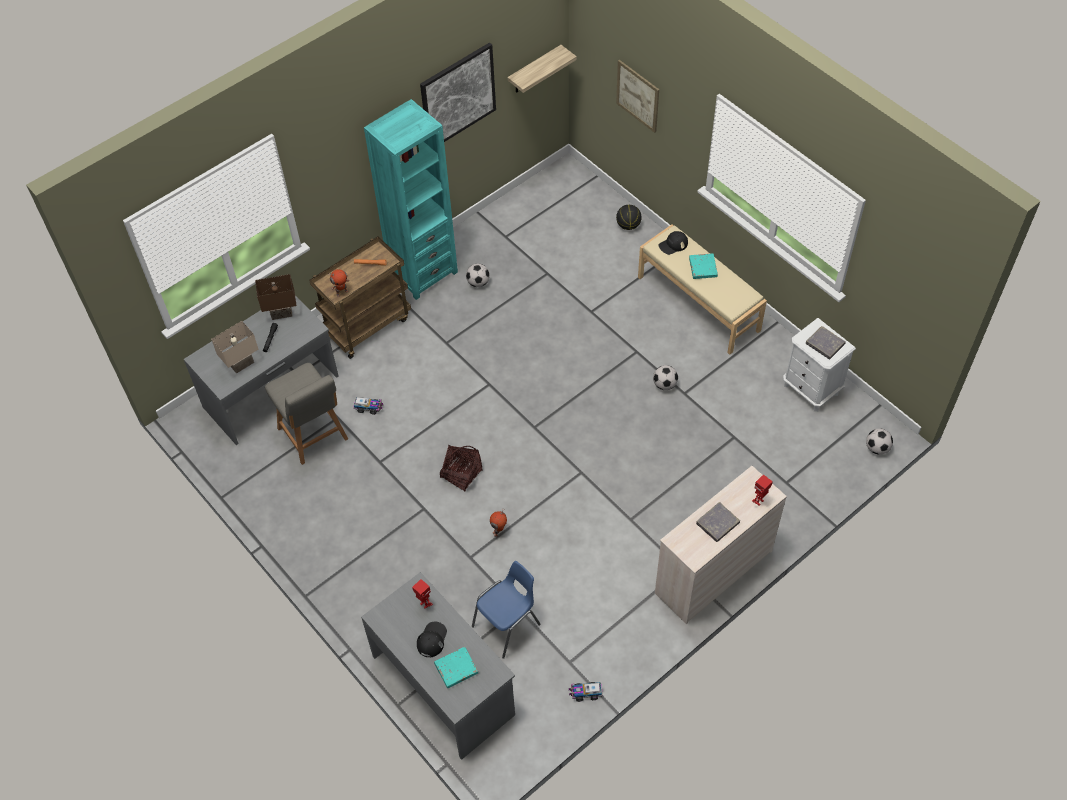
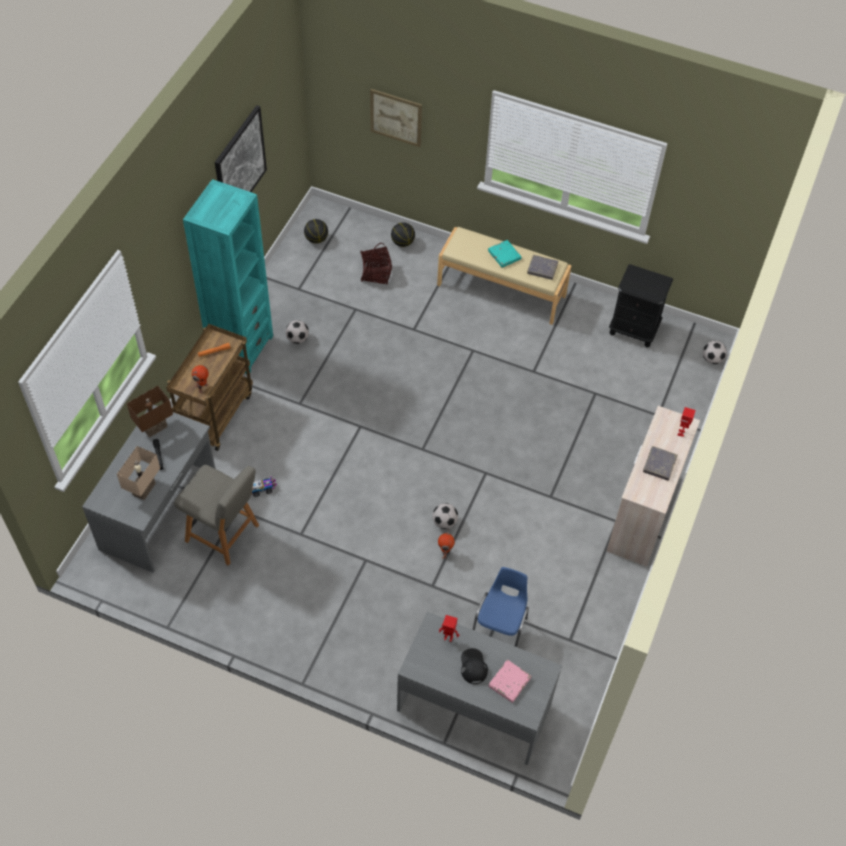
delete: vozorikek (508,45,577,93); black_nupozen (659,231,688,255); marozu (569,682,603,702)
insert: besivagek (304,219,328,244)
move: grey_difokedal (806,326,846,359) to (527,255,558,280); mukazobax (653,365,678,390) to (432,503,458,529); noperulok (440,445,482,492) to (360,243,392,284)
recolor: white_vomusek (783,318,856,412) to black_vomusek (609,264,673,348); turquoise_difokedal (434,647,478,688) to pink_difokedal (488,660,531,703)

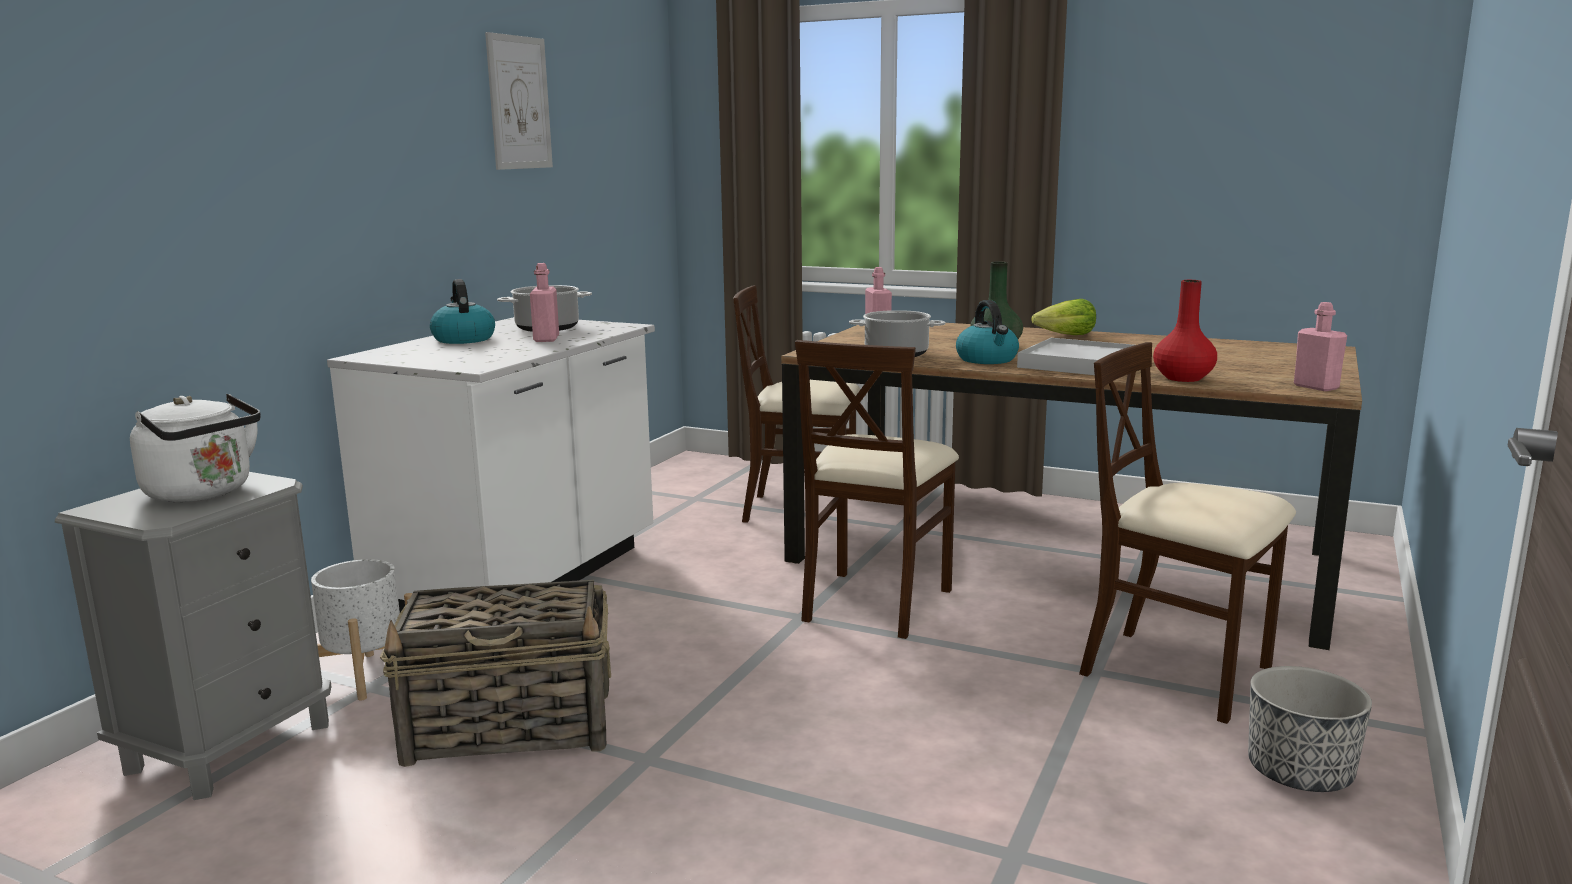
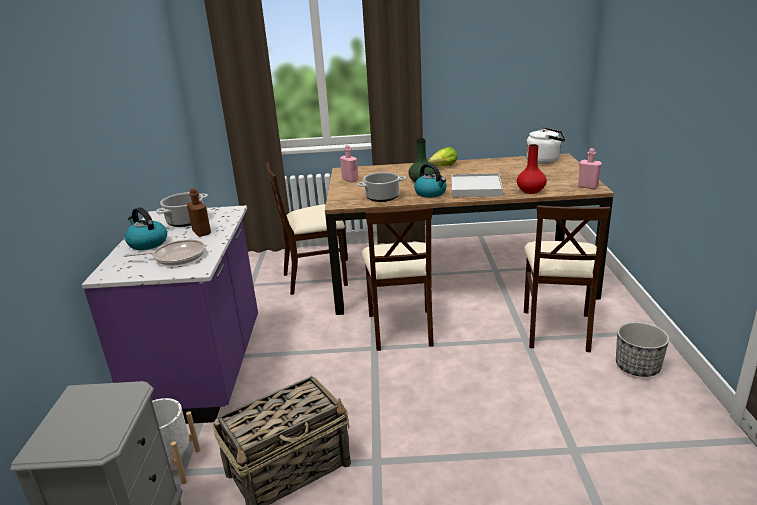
delete: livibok (485,32,553,170)
insert: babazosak (124,240,205,266)
move: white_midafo (130,394,261,502) to (526,127,566,164)
recolor: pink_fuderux (530,263,559,342) to brown_fuderux (187,188,211,237); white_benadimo (327,317,655,612) to purple_benadimo (82,205,258,424)
rotate: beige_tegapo (1079,342,1296,724) = (524,205,610,352) 90 degrees counterclockwise

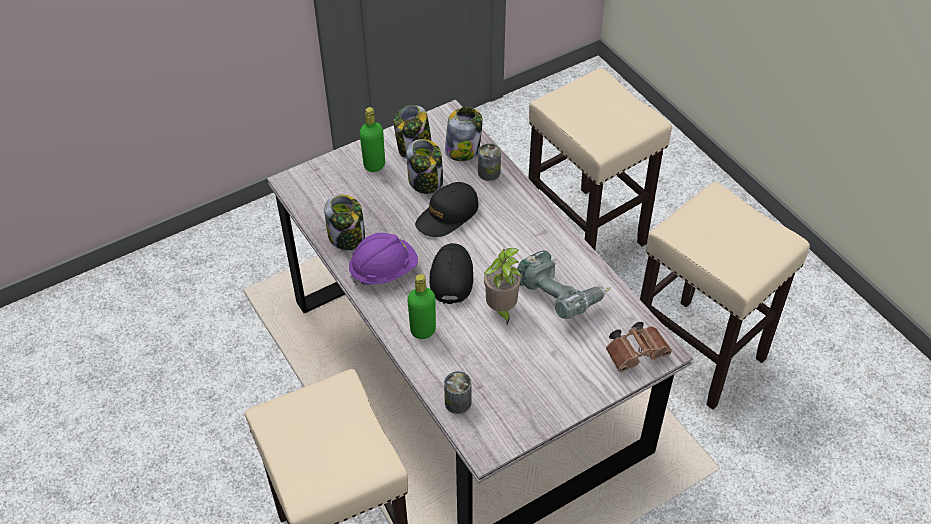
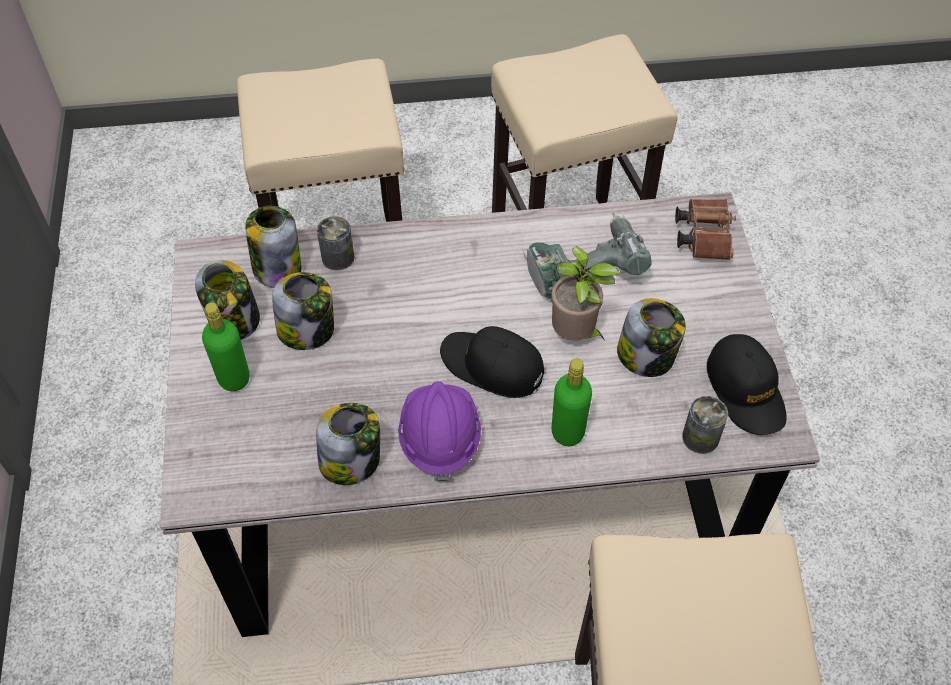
insert: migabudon (617,298,686,377)
move: black_nupozen (415,182,479,237) to (707,334,787,435)

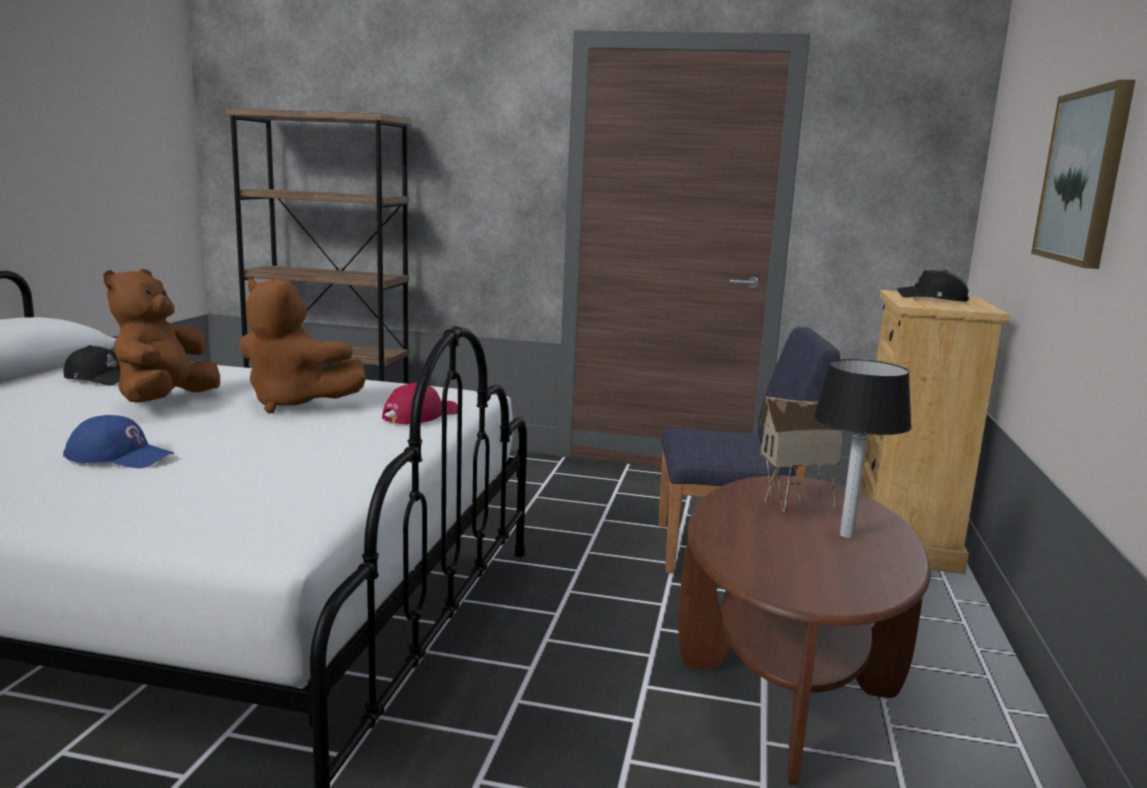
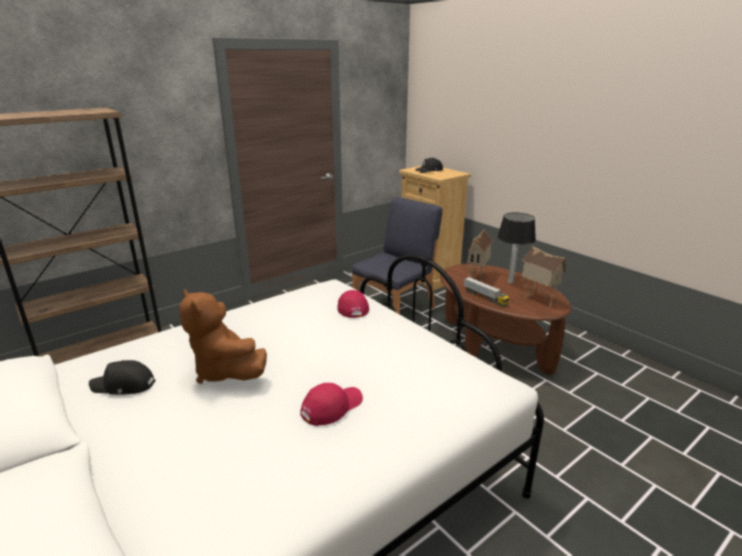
delete: livibok (1031,80,1136,269); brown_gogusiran (239,278,366,414)
insert: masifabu (522,246,566,308); marozu (464,277,509,307)
recolor: blue_nupozen (63,415,174,468) to red_nupozen (300,383,363,426)
rotate: black_nupozen (64,345,121,386) = (89,360,155,395) 150 degrees counterclockwise

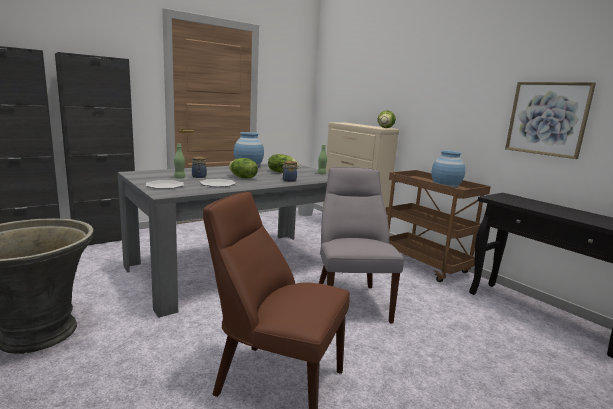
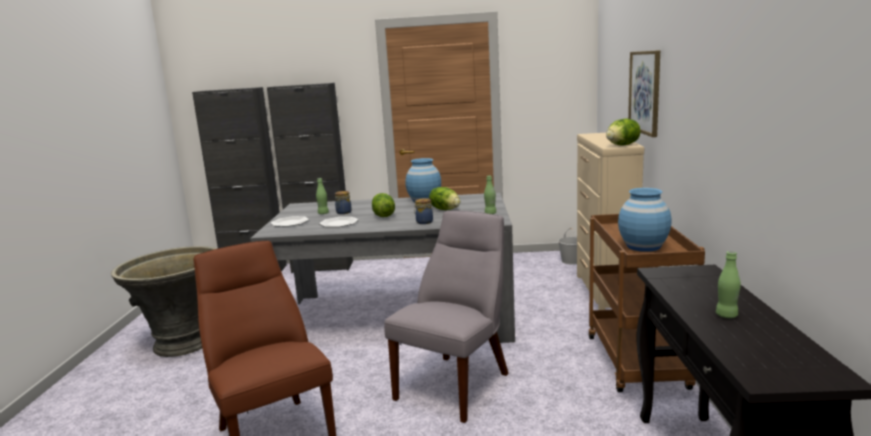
insert: green_fuderux (716,251,741,318)
move: livibok (505,82,596,159) to (628,50,660,137)

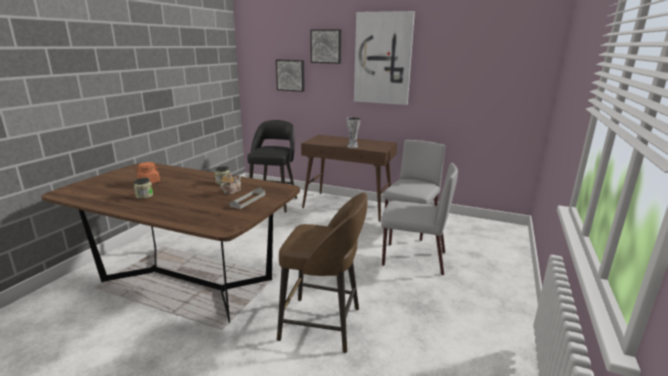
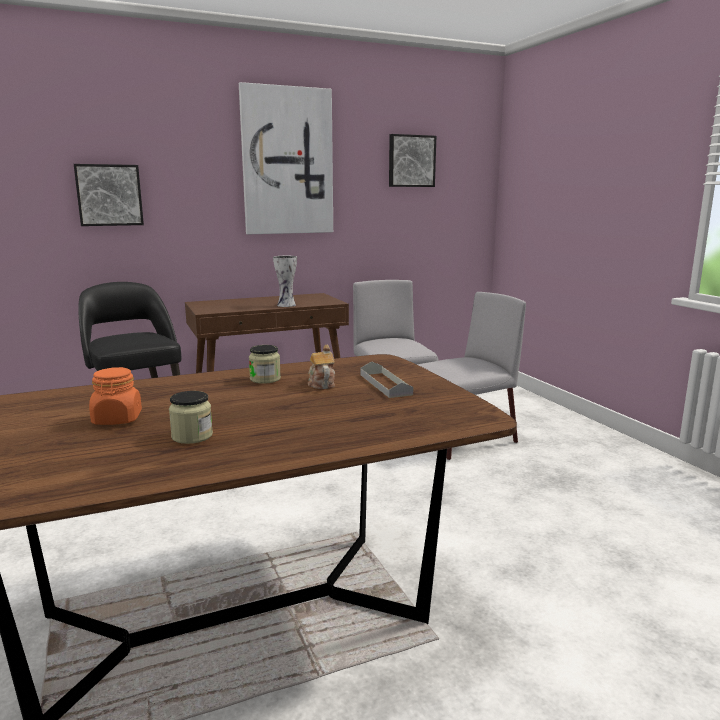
delete: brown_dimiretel (277,193,368,353)
move: livibok (310,29,341,64) to (389,134,436,187)

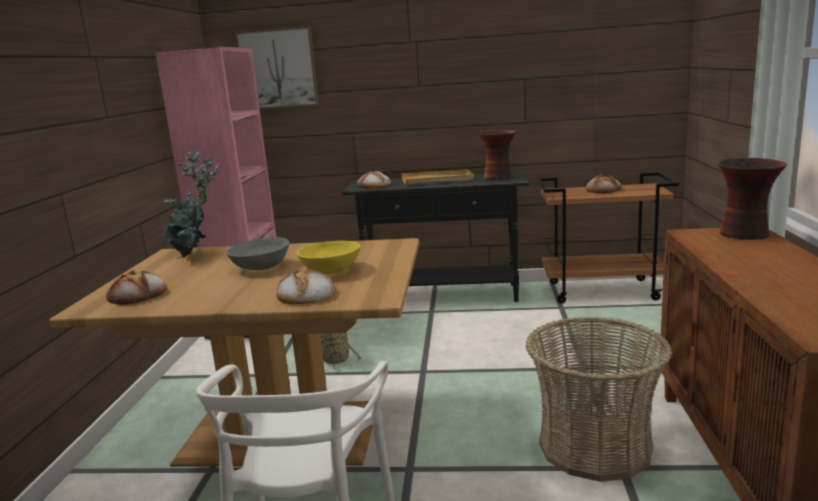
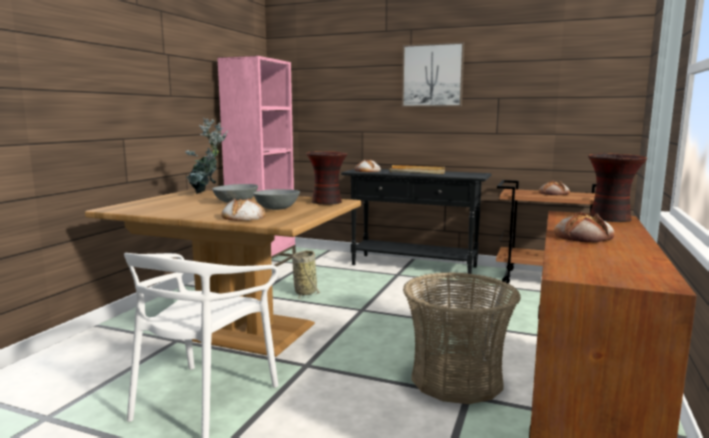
move: livibok (235,26,319,109) to (402,42,464,107); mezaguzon (478,130,516,179) to (306,151,347,205); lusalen (106,270,167,305) to (554,212,615,242)
recolor: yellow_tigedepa (297,241,360,274) to grey_tigedepa (253,189,300,210)

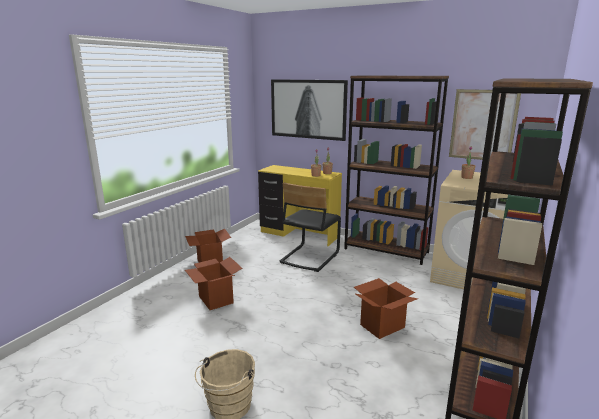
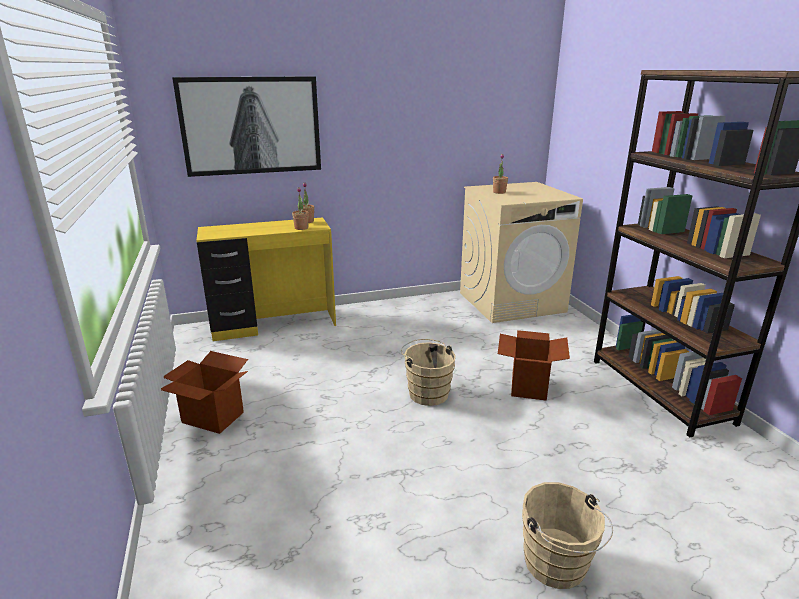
delete: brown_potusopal (344,75,449,265); livibok (449,89,521,160); black_tegapo (279,183,341,272); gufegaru (185,257,243,310)
insert: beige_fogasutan (401,339,456,406)

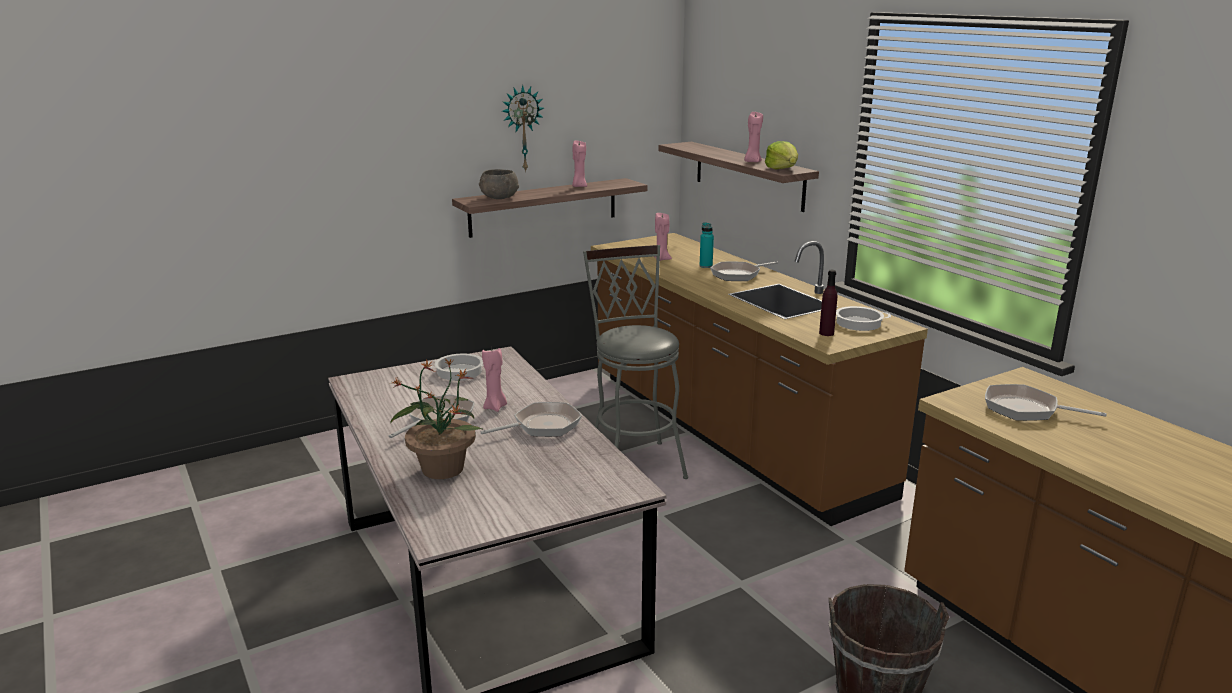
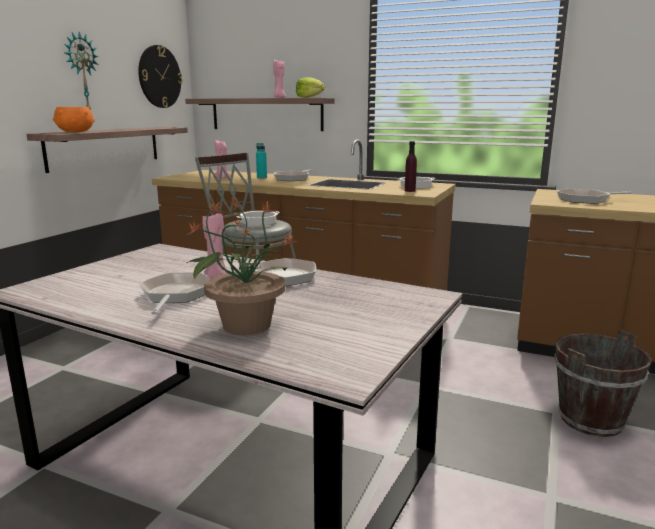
delete: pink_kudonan (572,141,587,187)
insert: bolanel (138,45,183,108)
move: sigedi (428,354,484,381) to (236,211,280,226)
recolor: grey_tigedepa (479,169,519,199) to orange_tigedepa (53,107,95,132)

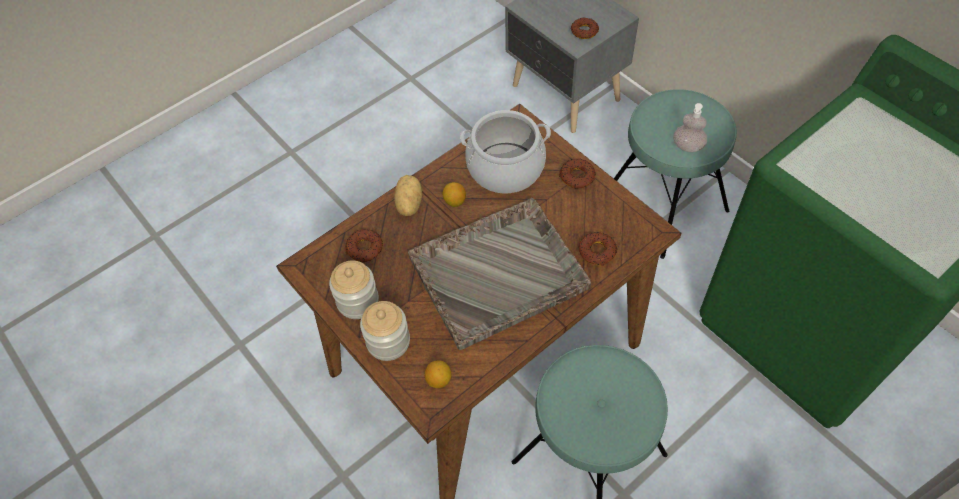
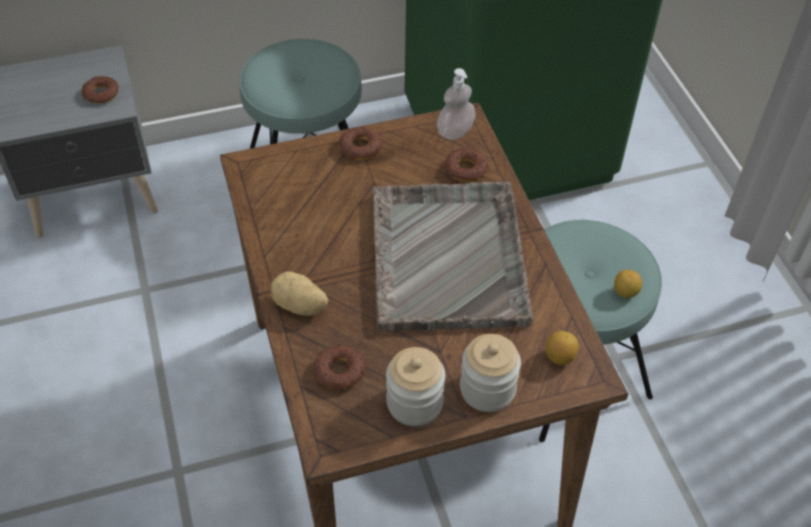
delete: sigedi (460,110,551,193)
move: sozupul (673,103,707,152) to (437,68,476,140); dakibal (442,182,466,207) to (614,270,642,298)

